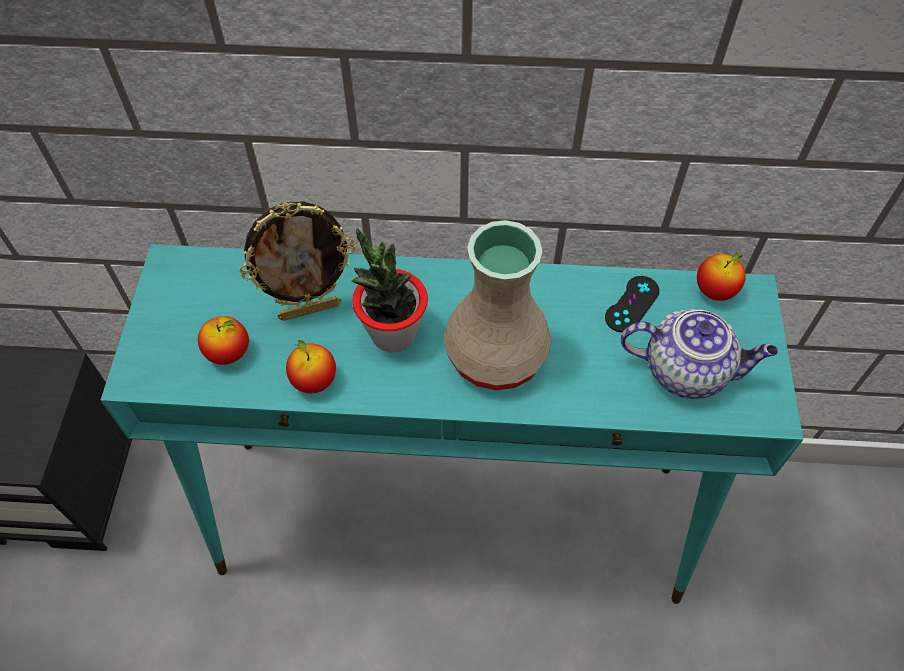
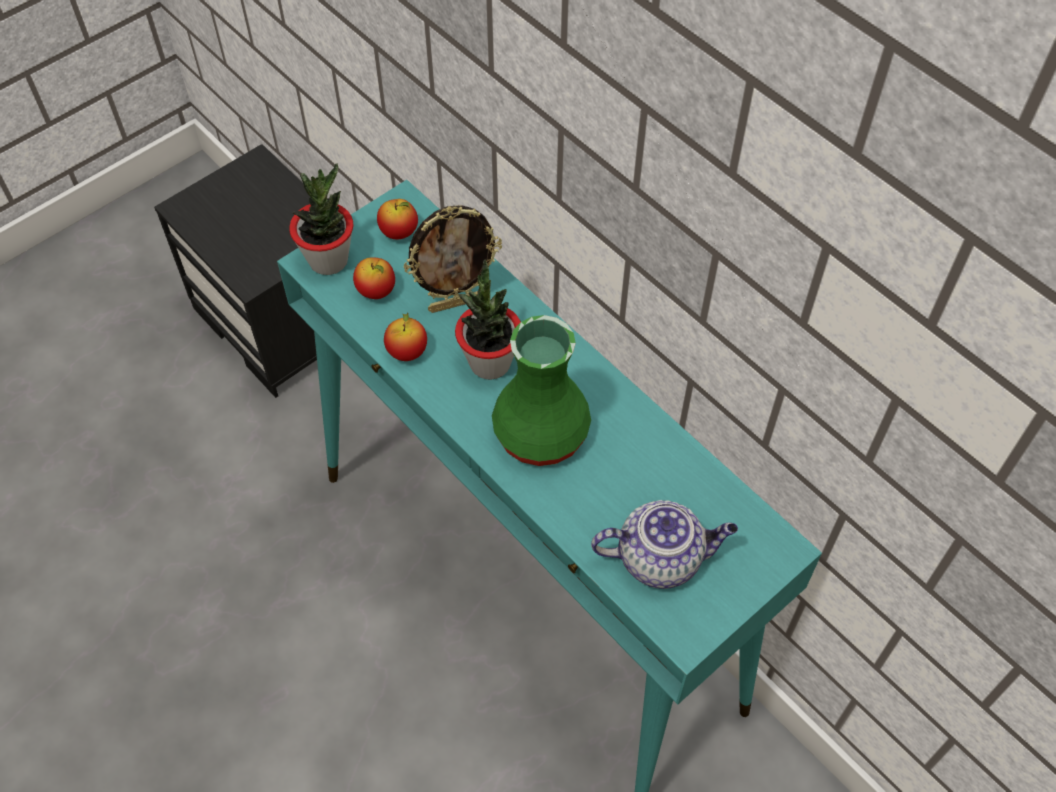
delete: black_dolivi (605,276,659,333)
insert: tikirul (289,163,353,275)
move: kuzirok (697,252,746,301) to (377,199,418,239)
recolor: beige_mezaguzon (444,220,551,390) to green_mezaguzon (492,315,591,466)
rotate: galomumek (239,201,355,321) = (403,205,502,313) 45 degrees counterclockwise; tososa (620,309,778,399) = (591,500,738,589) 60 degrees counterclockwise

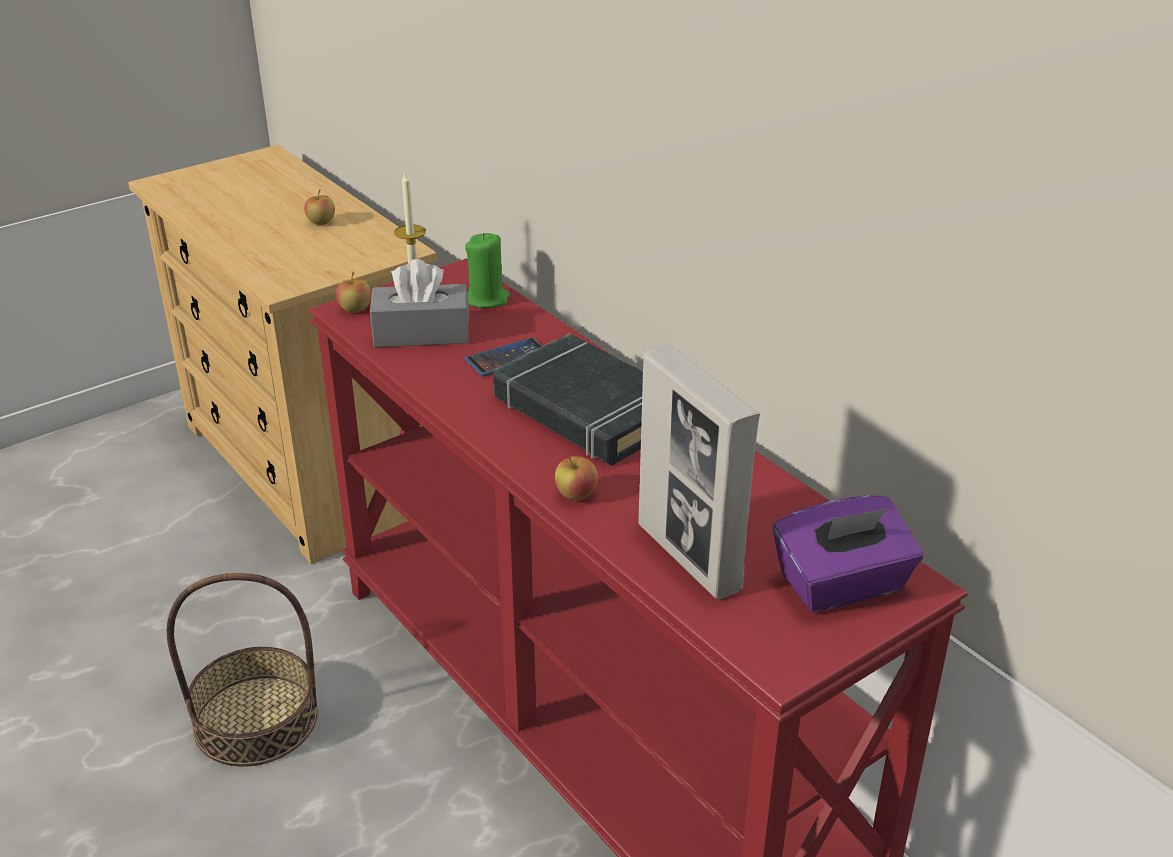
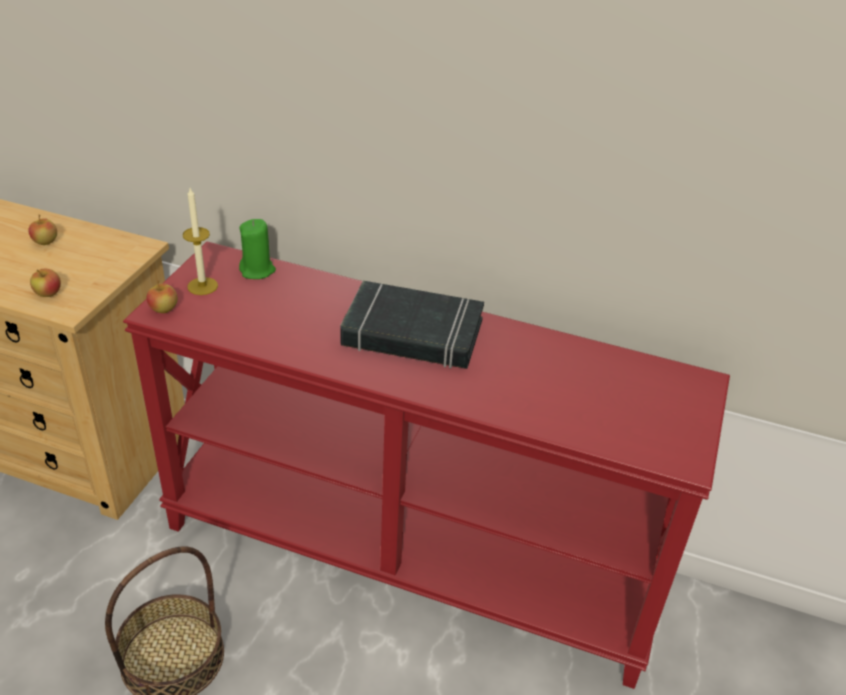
delete: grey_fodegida (370,259,469,347); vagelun (465,337,542,377); galomumek (638,344,760,599); purple_fodegida (773,495,923,612)
move: kuzirok (555,456,598,500) to (30,269,61,297)

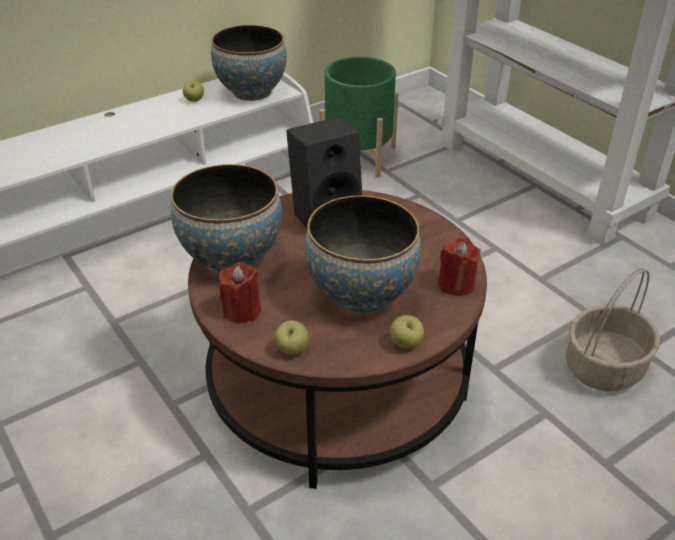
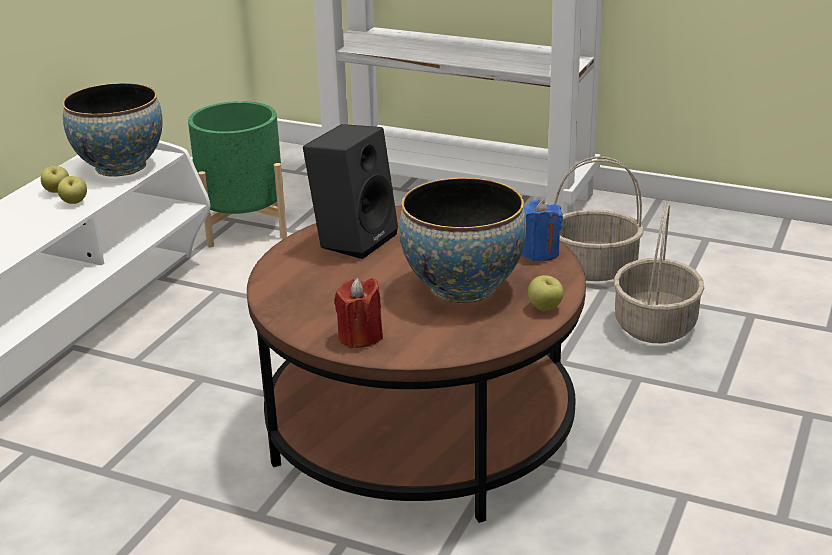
delete: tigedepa (171,164,282,274)
insert: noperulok (554,157,644,281)
move: kuzirok (274,320,309,355) to (57,176,87,204)
recolor: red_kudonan (438,237,481,296) to blue_kudonan (521,200,563,261)

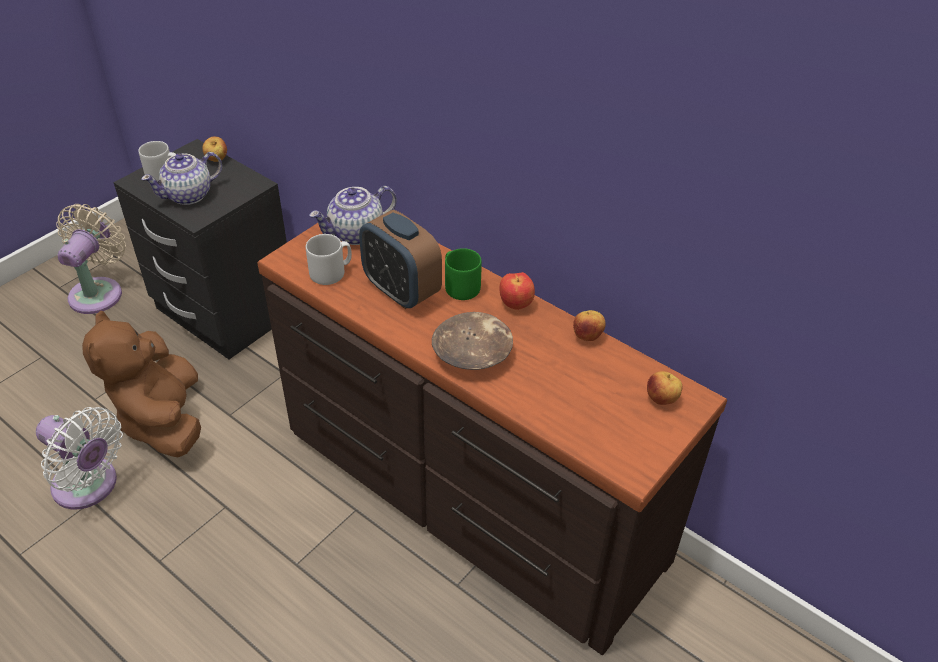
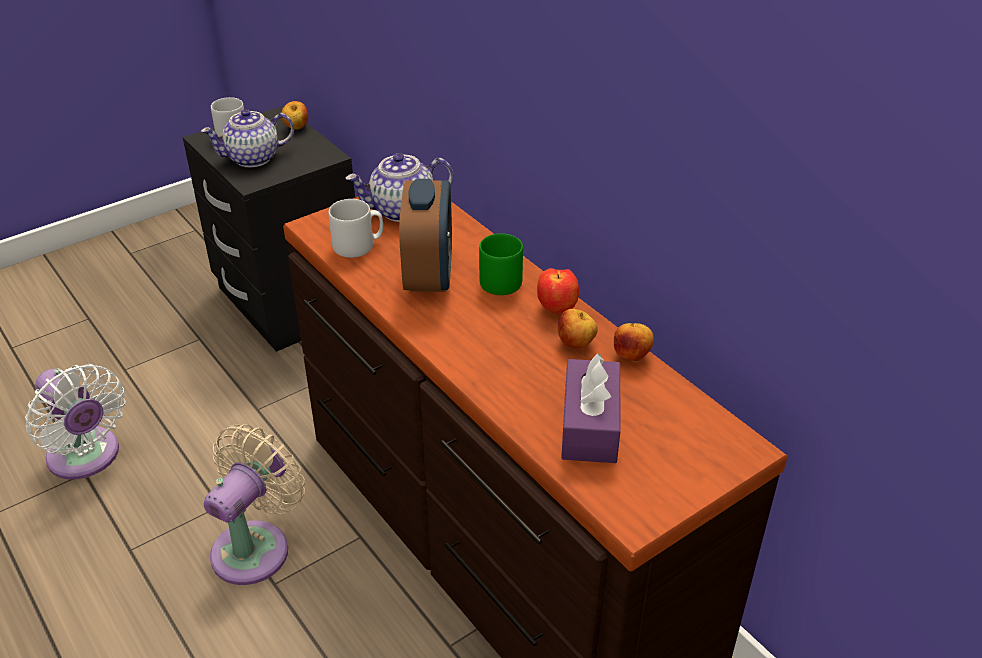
delete: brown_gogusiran (82,311,201,457); brown_tigedepa (432,312,513,370)
insert: purple_fodegida (561,354,620,463)
move: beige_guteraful (56,204,126,314) to (204,424,305,585); kuzirok (647,371,683,405) to (558,309,598,348)
rotate: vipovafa (359,210,442,309) = (399,179,452,292) 150 degrees counterclockwise

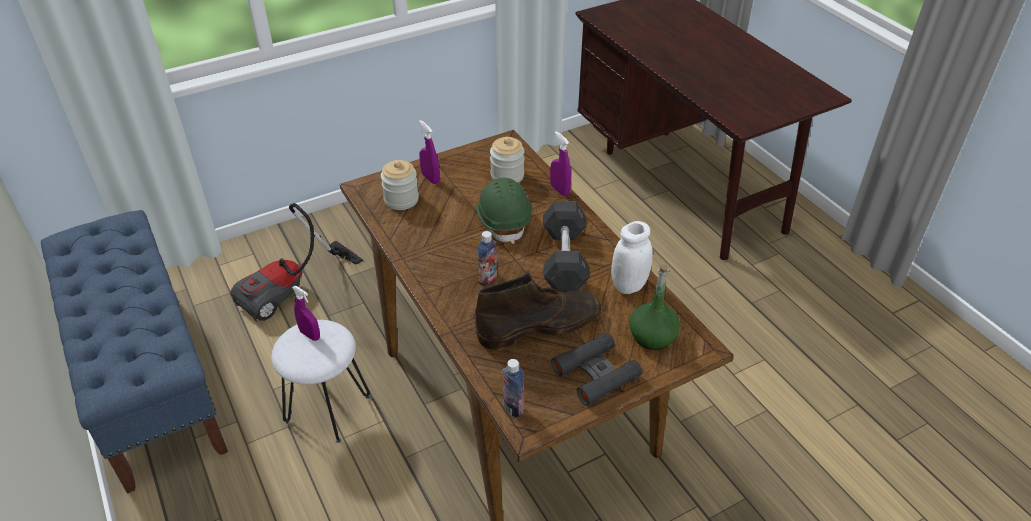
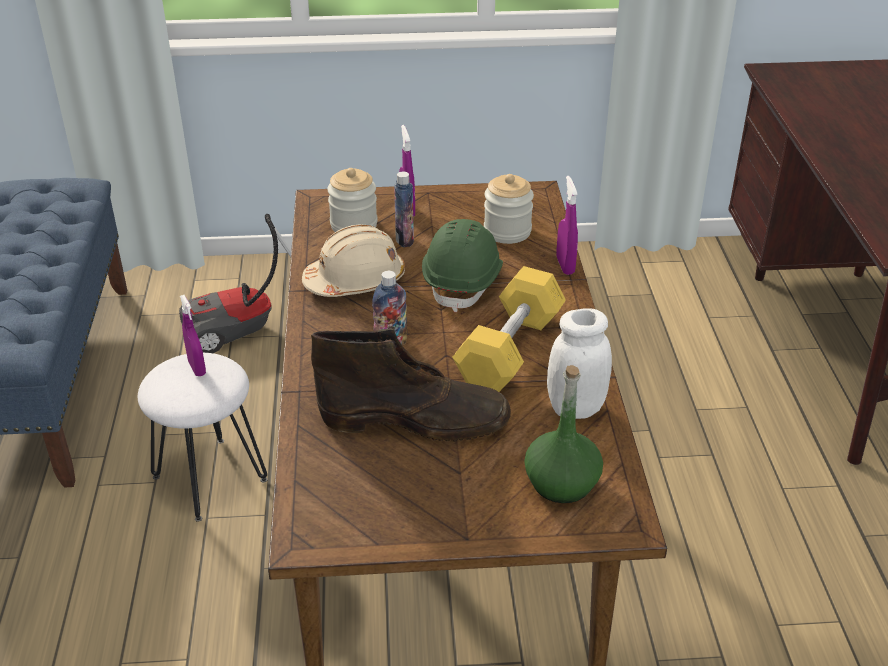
delete: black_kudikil (551,333,642,406)
insert: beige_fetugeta (302,224,405,297)
move: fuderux (503,359,524,418) to (394,171,414,247)
recolor: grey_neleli (543,201,590,291) to yellow_neleli (452,266,566,392)

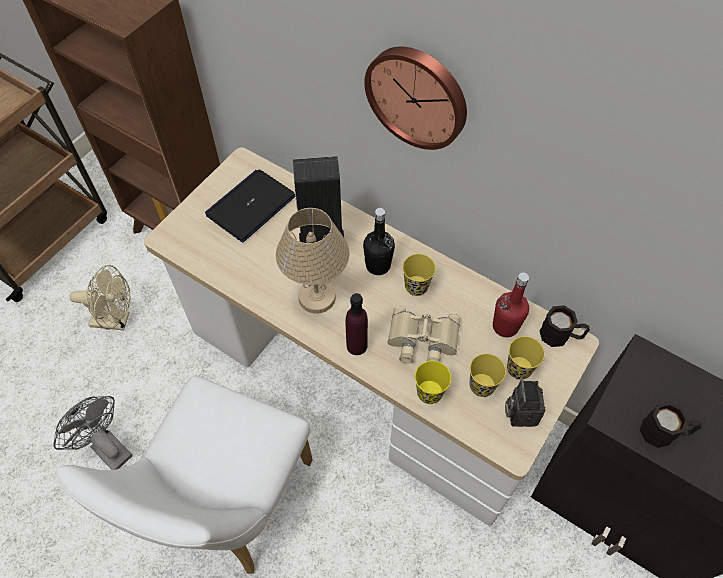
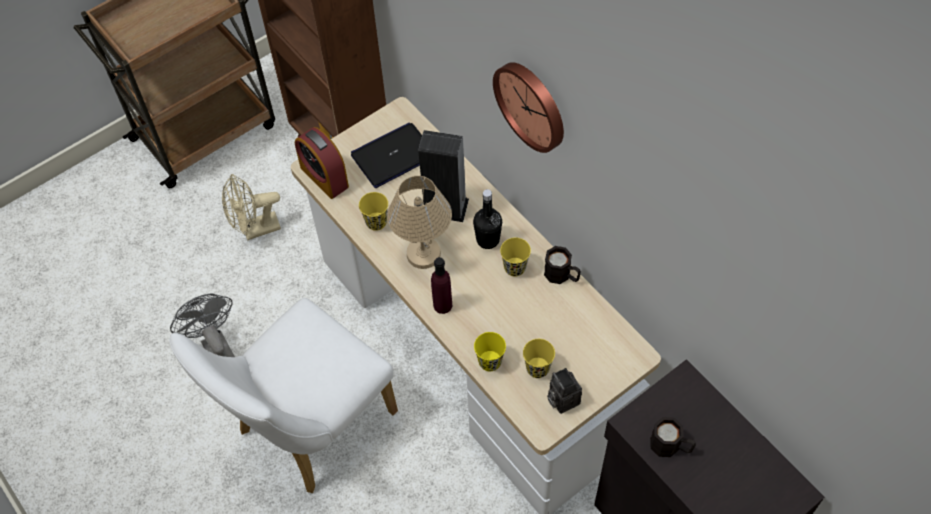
delete: red_fuderux (493,273,529,337); beige_kudikil (387,306,460,363)
insert: vipovafa (295,127,349,199)
move: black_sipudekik (539,305,589,347) to (544,246,581,284); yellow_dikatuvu (507,336,545,380) to (359,192,388,231)
rotate: beige_guteraful (69,265,130,331) = (222,174,281,240) 135 degrees clockwise; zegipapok (505,380,546,427) = (547,368,582,414) 45 degrees counterclockwise

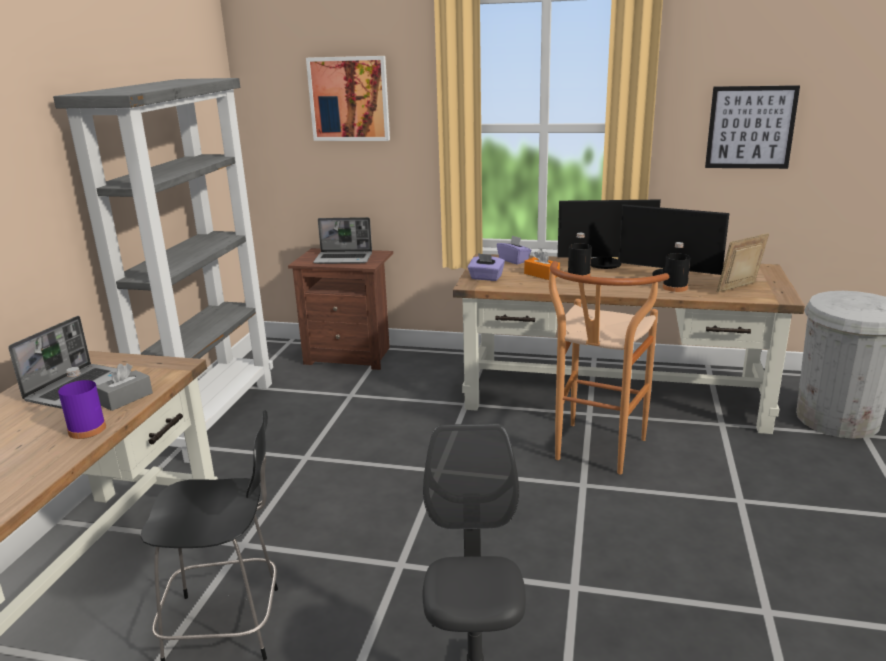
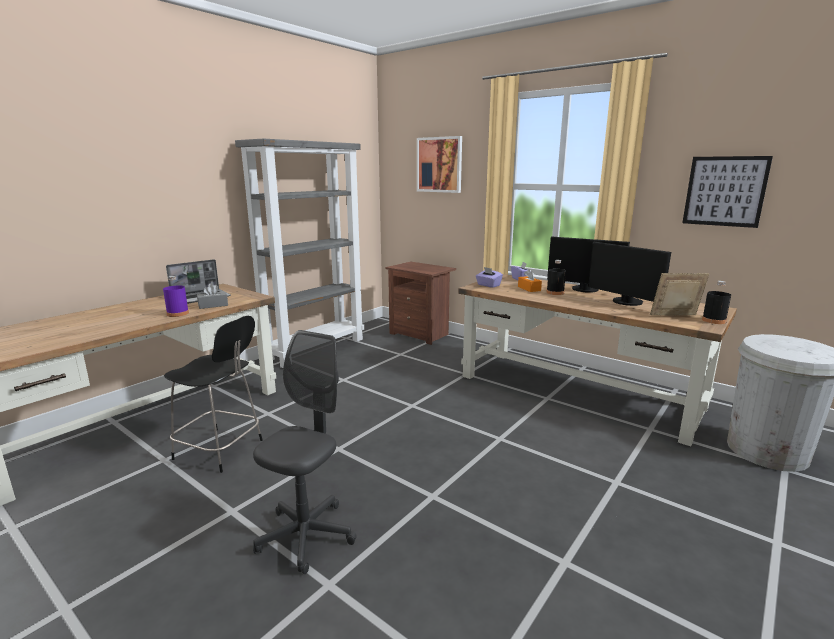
delete: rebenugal (313,217,372,264); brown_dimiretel (549,261,669,475)
move: black_fuderux (663,242,690,292) to (702,281,731,324)

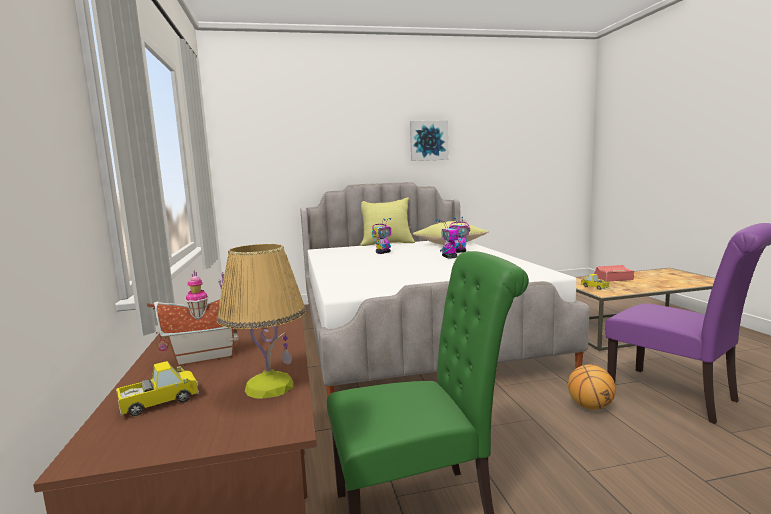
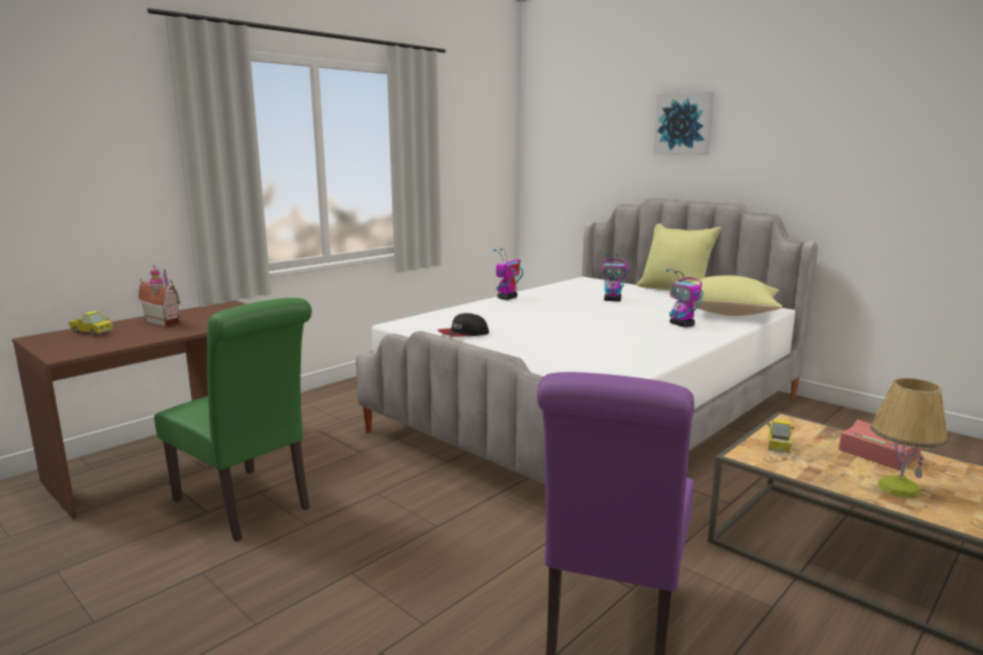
delete: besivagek (568,365,616,410)
insert: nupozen (437,313,489,337)
move: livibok (410,120,449,161) to (653,91,714,155); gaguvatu (436,219,463,259) to (493,248,523,300); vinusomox (217,244,306,399) to (870,378,948,498)

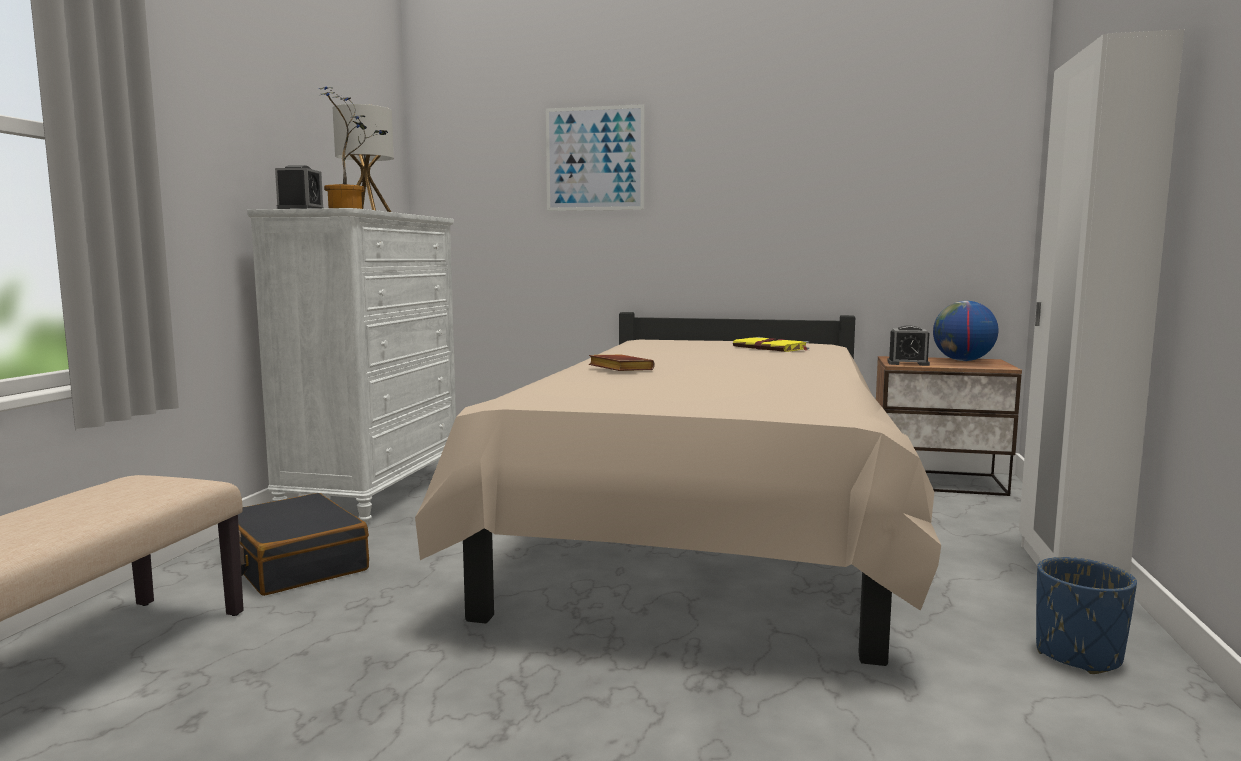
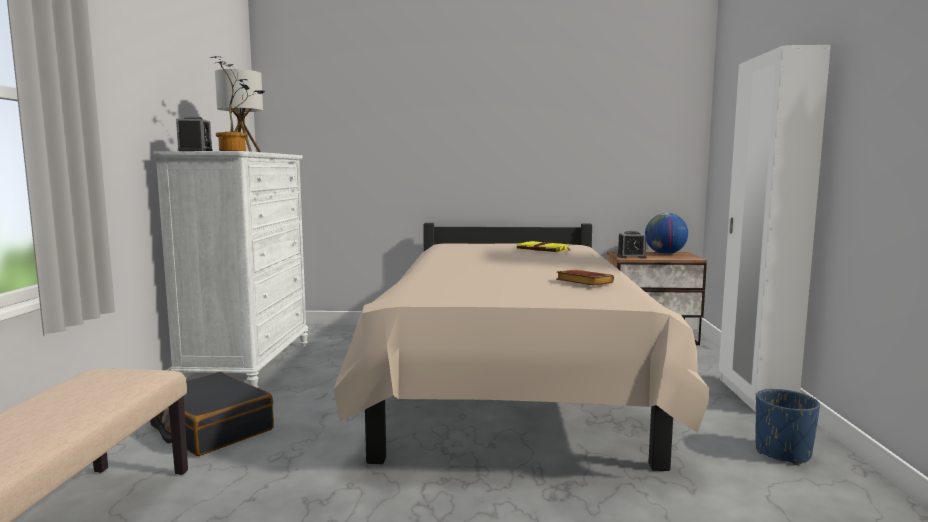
delete: livibok (546,104,645,211)
move: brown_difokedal (589,355,655,371) to (556,270,614,286)

